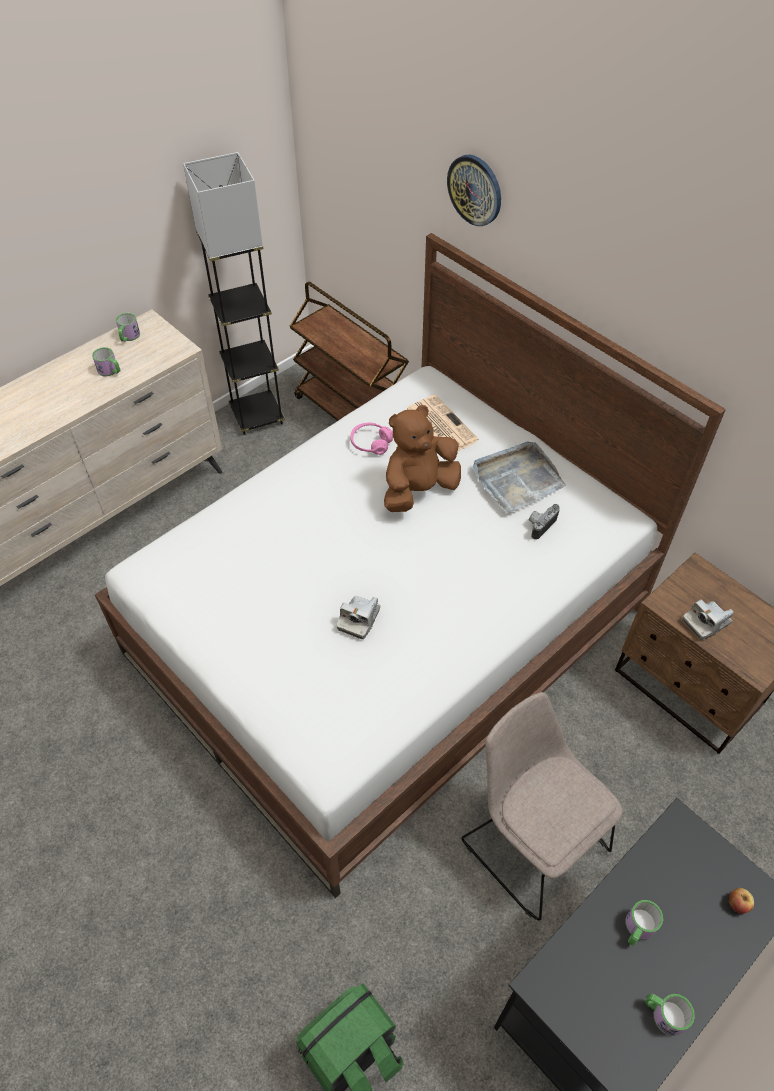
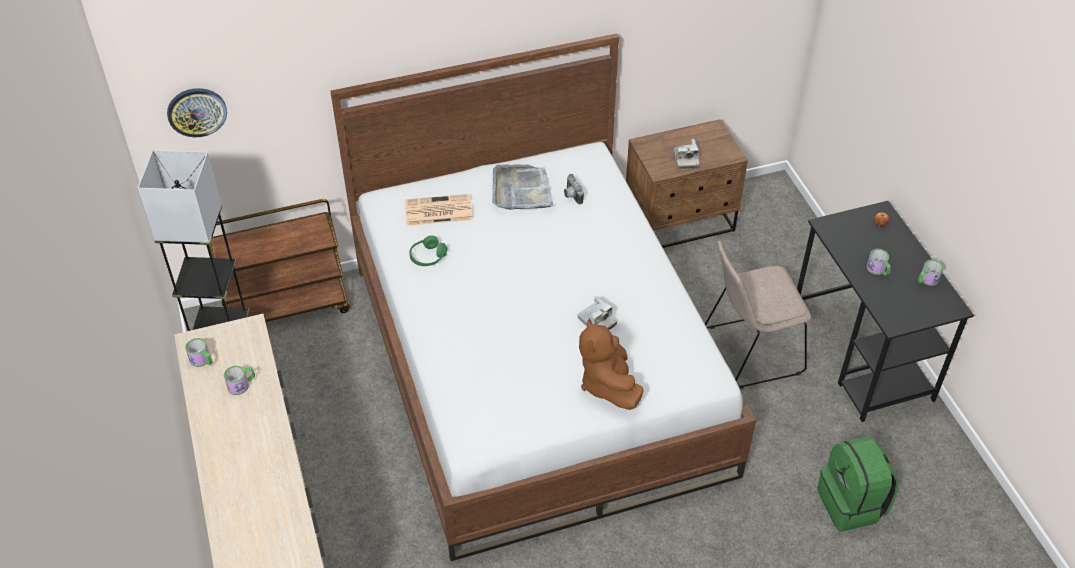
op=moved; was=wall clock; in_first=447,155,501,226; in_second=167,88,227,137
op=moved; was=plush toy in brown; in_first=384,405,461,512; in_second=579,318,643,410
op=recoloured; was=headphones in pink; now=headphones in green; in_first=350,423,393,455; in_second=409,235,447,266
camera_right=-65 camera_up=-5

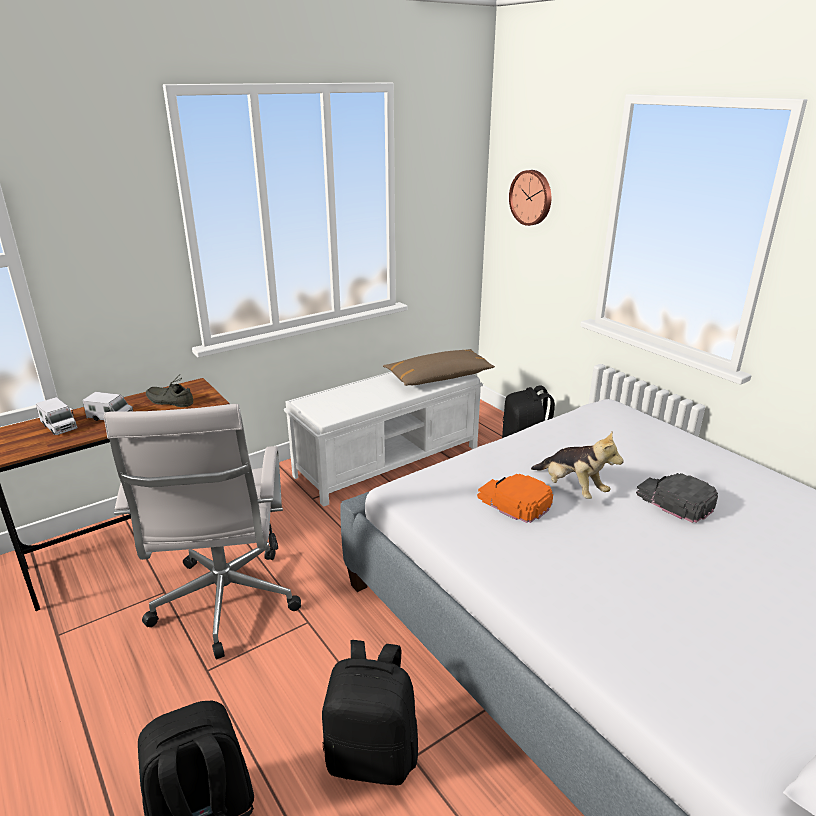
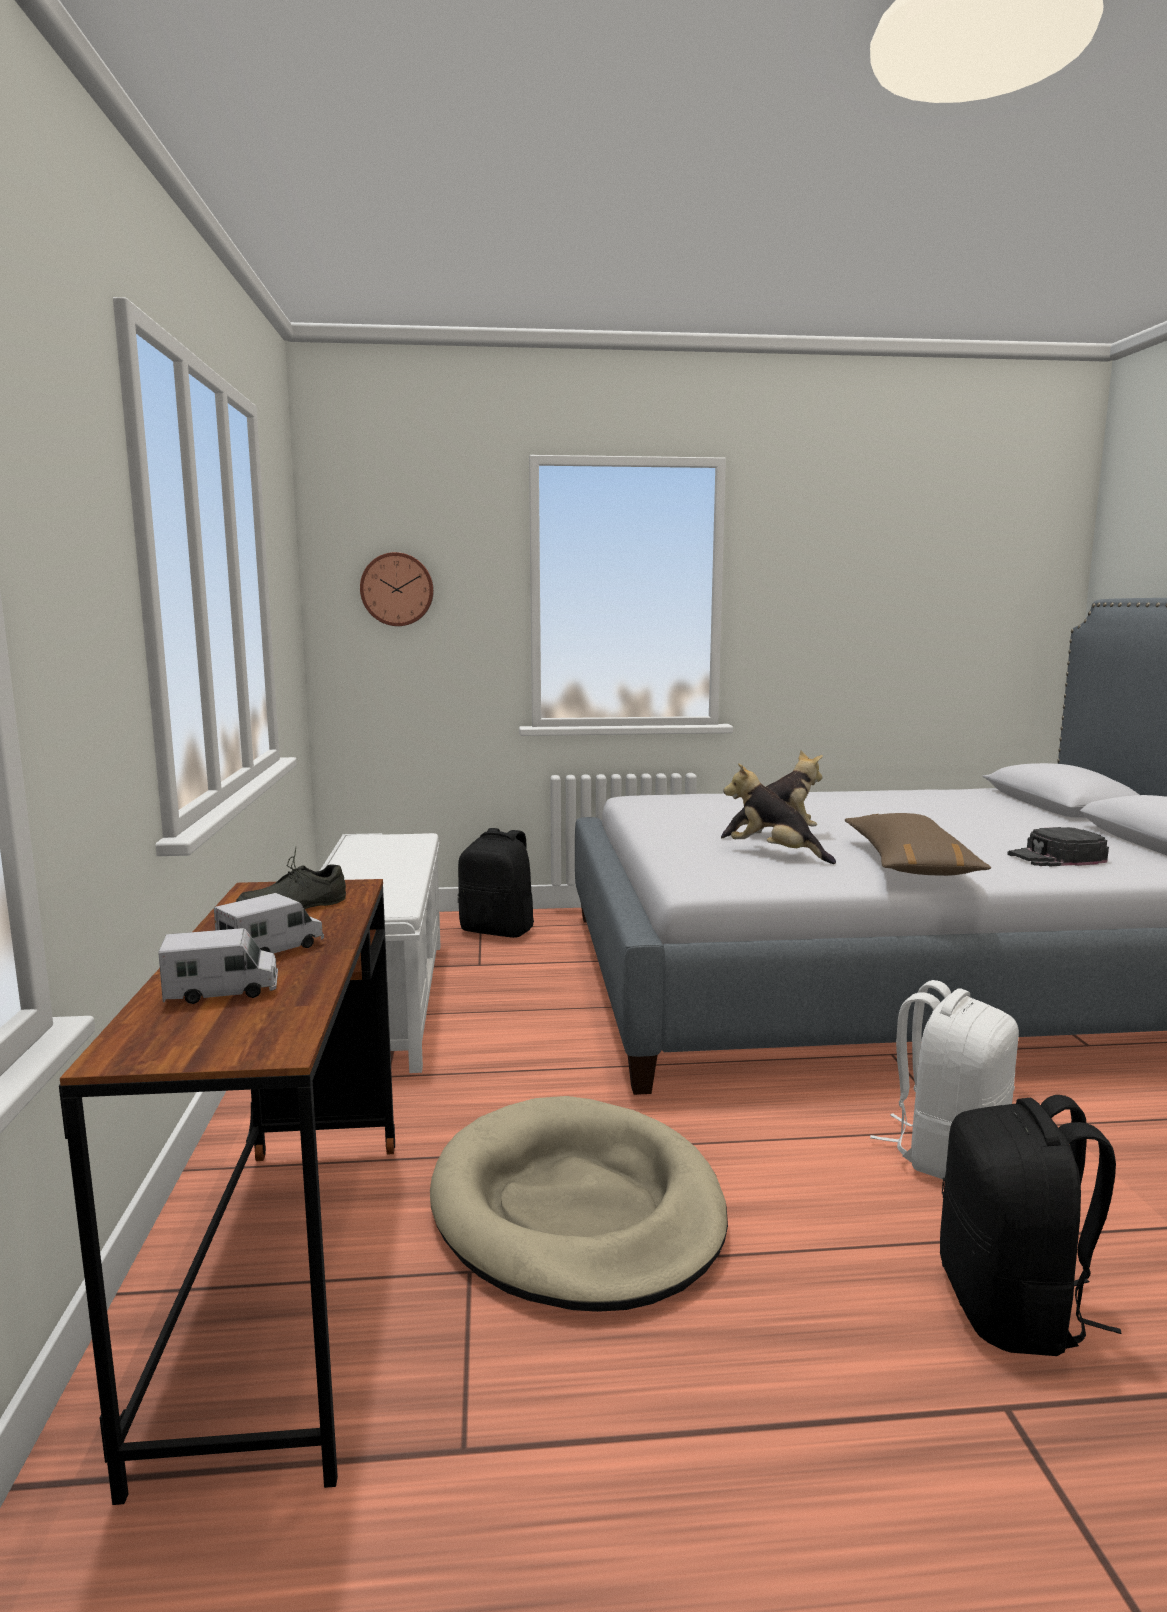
op=moved; was=pillow in brown; in_first=383,349,495,386; in_second=845,813,991,876
op=replaced; was=office chair in white; now=dog bed in beige; in_first=104,404,301,659; in_second=430,1096,728,1312
op=moved; was=cap in black; in_first=636,473,718,523; in_second=1007,827,1109,867
op=replaced; was=cap in orange; now=plush toy; in_first=477,474,553,523; in_second=723,763,836,864
op=recoloured; was=backpack in black; now=backpack in white; in_first=322,640,418,785; in_second=870,980,1019,1179
camera_right=-60 camera_up=-15

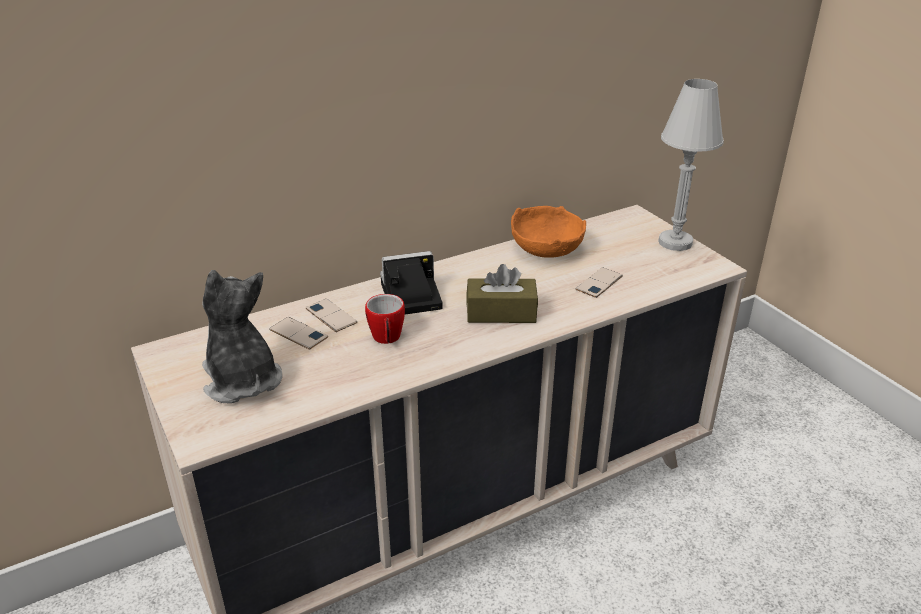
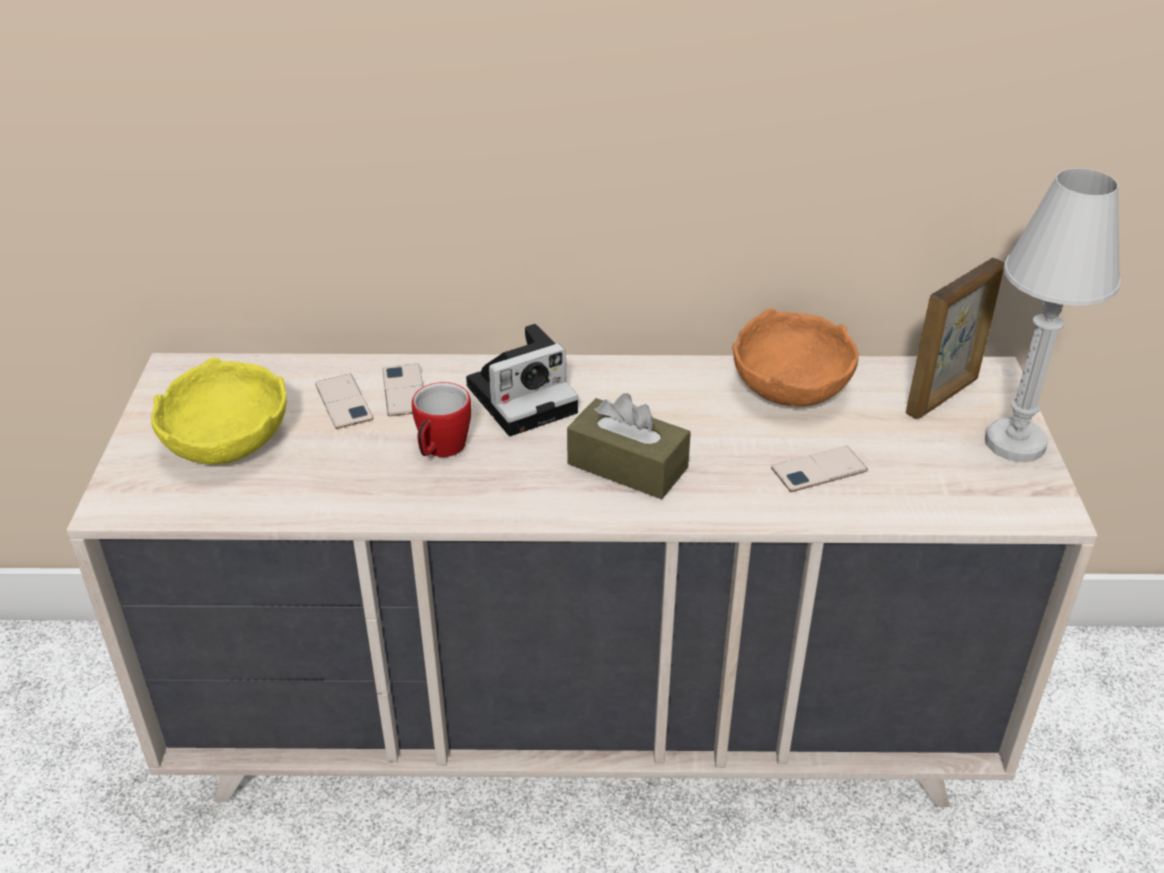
op=turned; was=photo camera; in_first=380,251,443,314; in_second=466,324,579,436; clockwise=135
op=replaced; was=plush toy; now=bowl in yellow; in_first=202,270,282,404; in_second=151,358,287,465
op=added; now=picture frame; in_second=906,258,1004,419
camera_right=30 camera_up=5

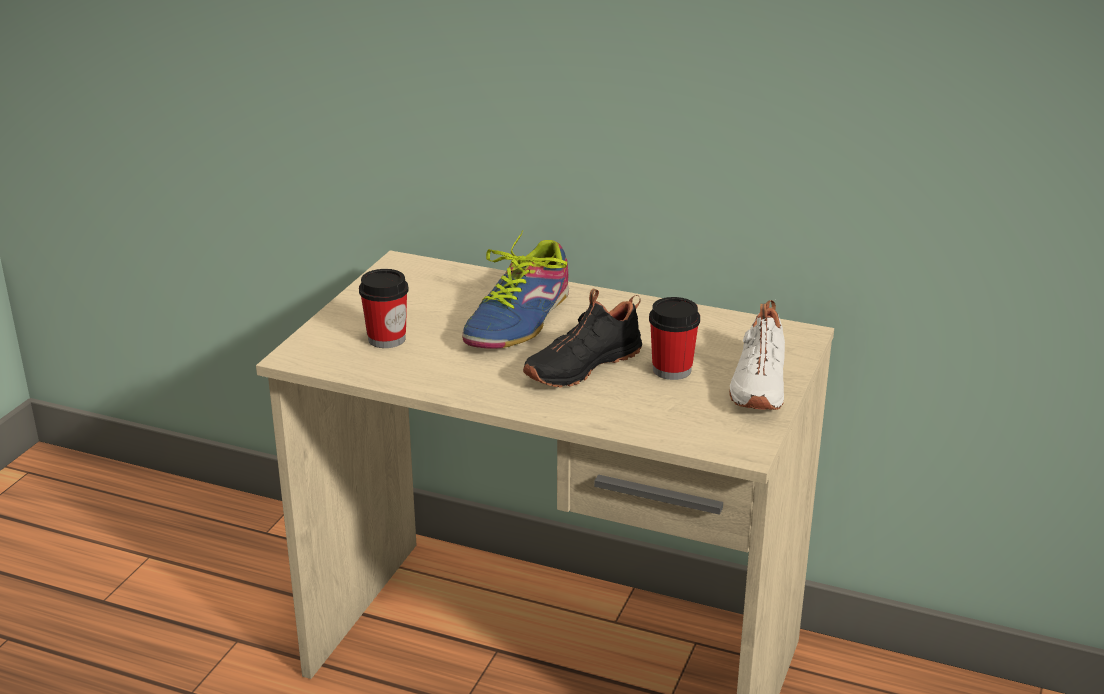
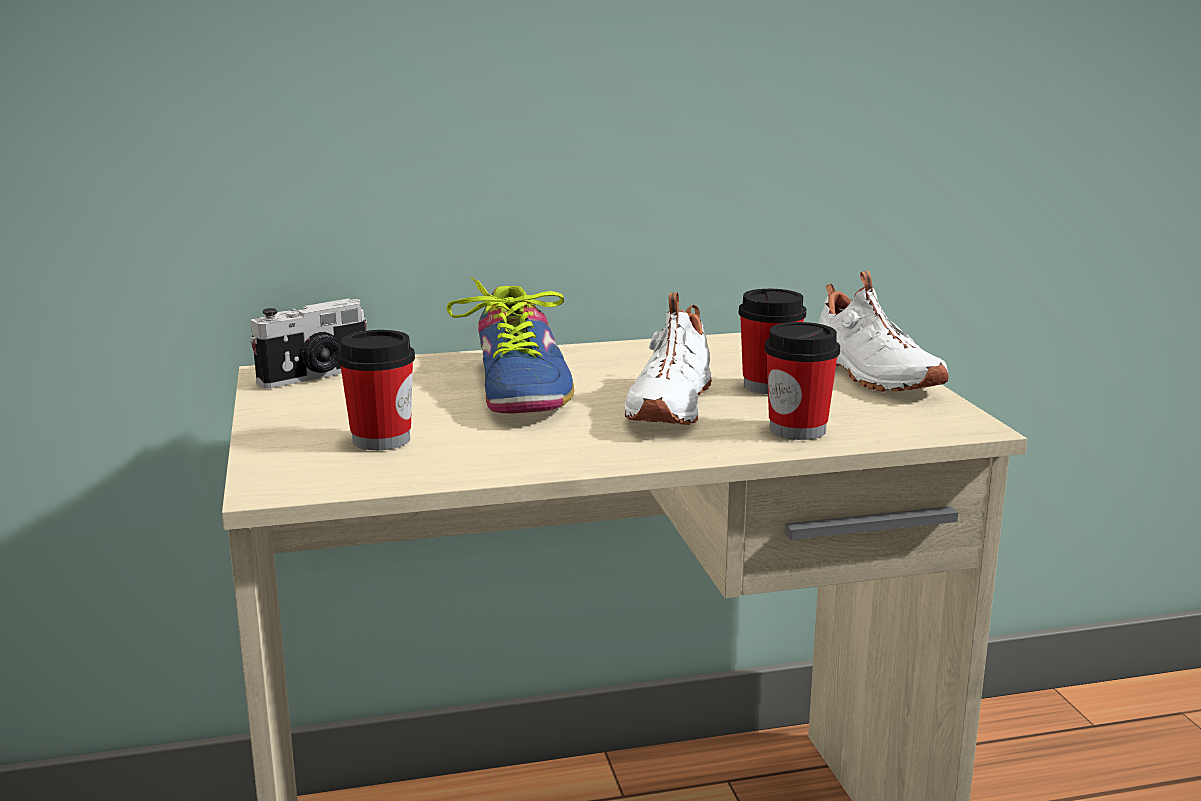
op=recoloured; was=shoe in black; now=shoe in white; in_first=523,288,642,388; in_second=625,292,712,425
op=added; now=photo camera; in_second=250,298,367,389
op=added; now=cup; in_second=765,322,840,440
camera_right=-35 camera_up=-10

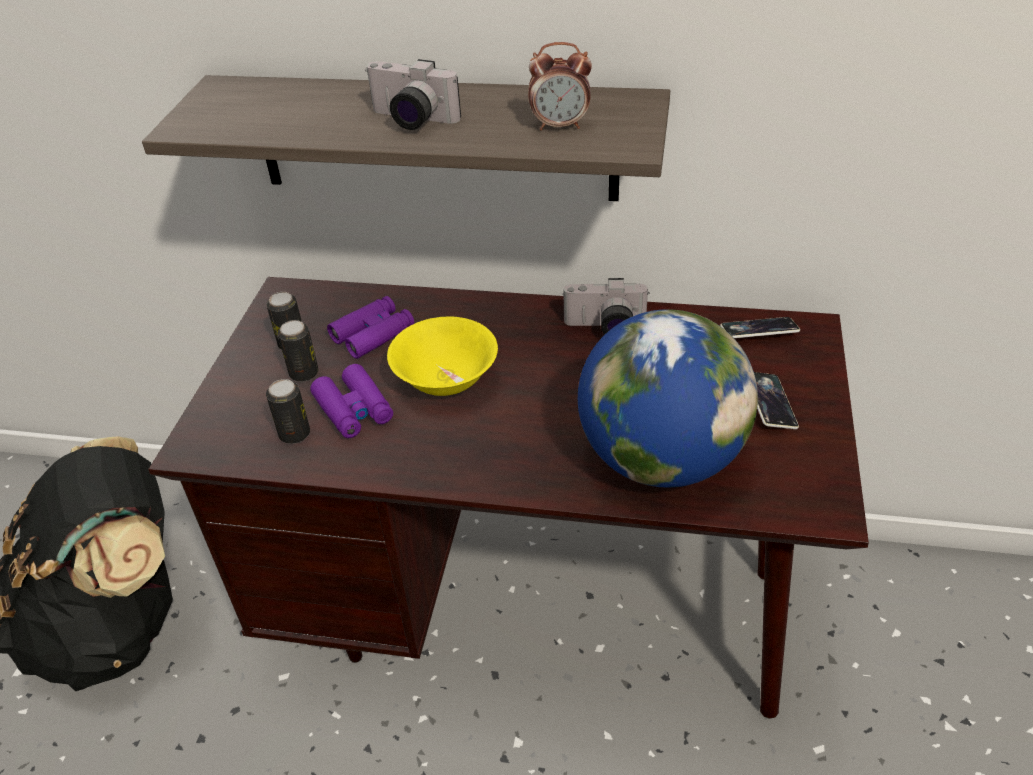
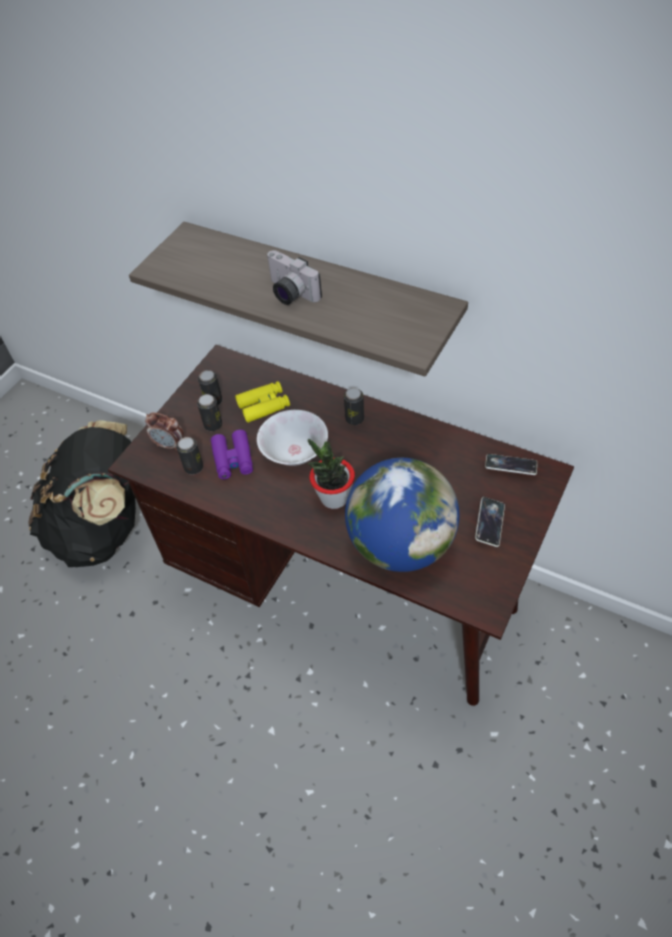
op=moved; was=alarm clock; in_first=528,42,592,130; in_second=145,413,183,451
op=removed; was=photo camera; in_first=562,278,650,335
op=recoloured; was=binoculars in purple; now=binoculars in yellow; in_first=327,296,414,359; in_second=235,381,290,423
op=recoloured; was=bowl in yellow; now=bowl in white; in_first=387,316,498,396; in_second=257,410,328,466
op=added; now=can; in_second=344,388,364,425
op=added; now=potted plant; in_second=308,438,355,509
camera_right=20 camera_up=10

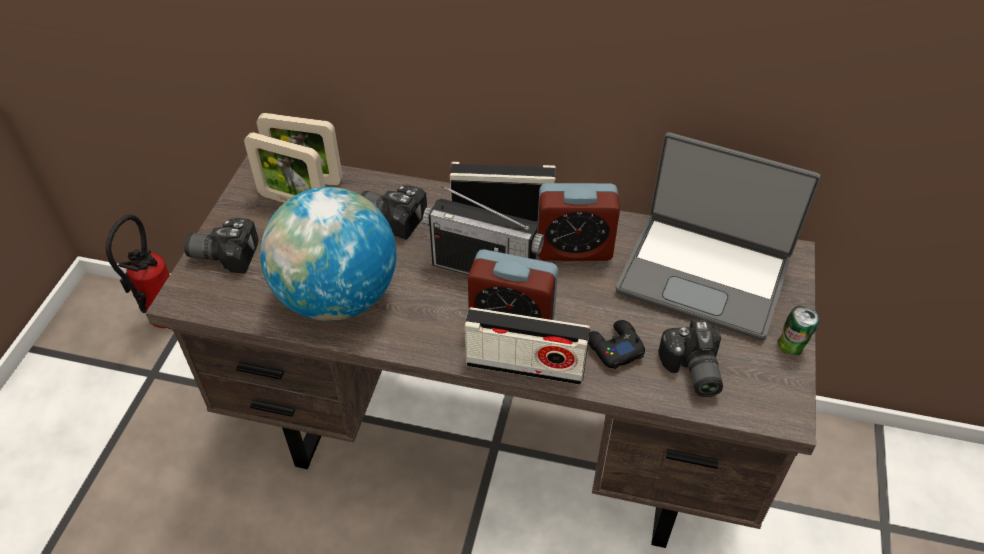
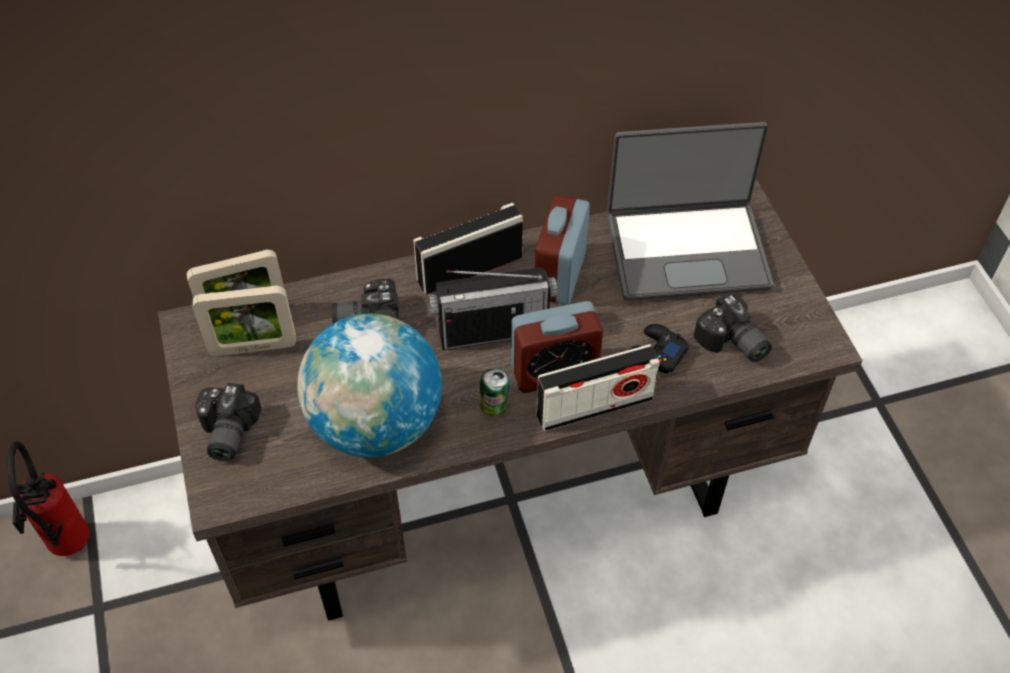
op=turned; was=alarm clock; in_first=537,183,620,261; in_second=535,195,590,305; clockwise=135
op=turned; was=photo camera; in_first=184,218,259,274; in_second=195,383,261,462; clockwise=-60
op=moved; was=can; in_first=777,306,819,355; in_second=480,368,510,416
camera_right=-30 camera_up=5

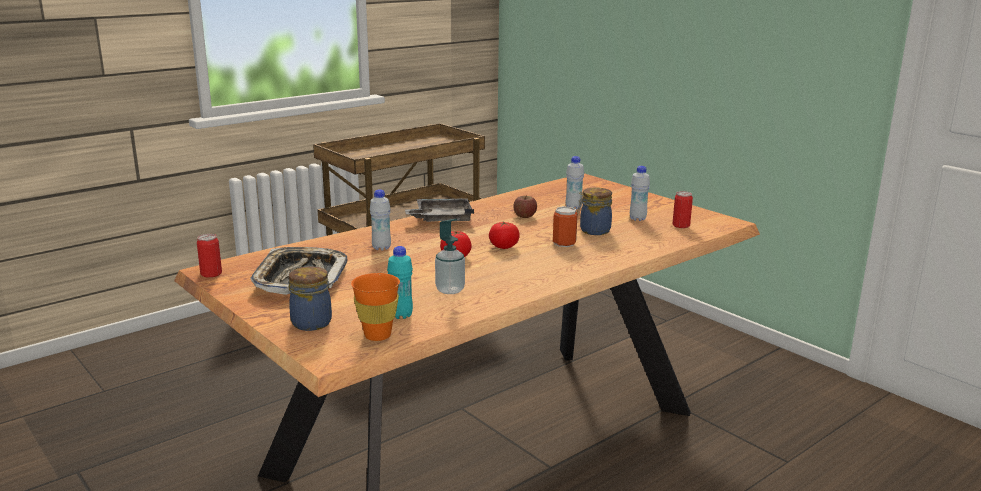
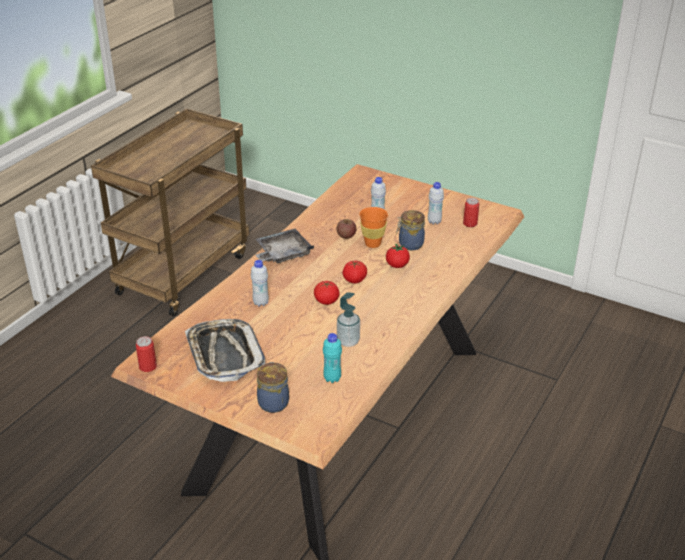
op=replaced; was=can; now=tomato; in_first=553,206,578,247; in_second=386,244,410,268
op=moved; was=cup in orange; in_first=351,273,400,341; in_second=359,207,388,248
camera_right=-20 camera_up=15

